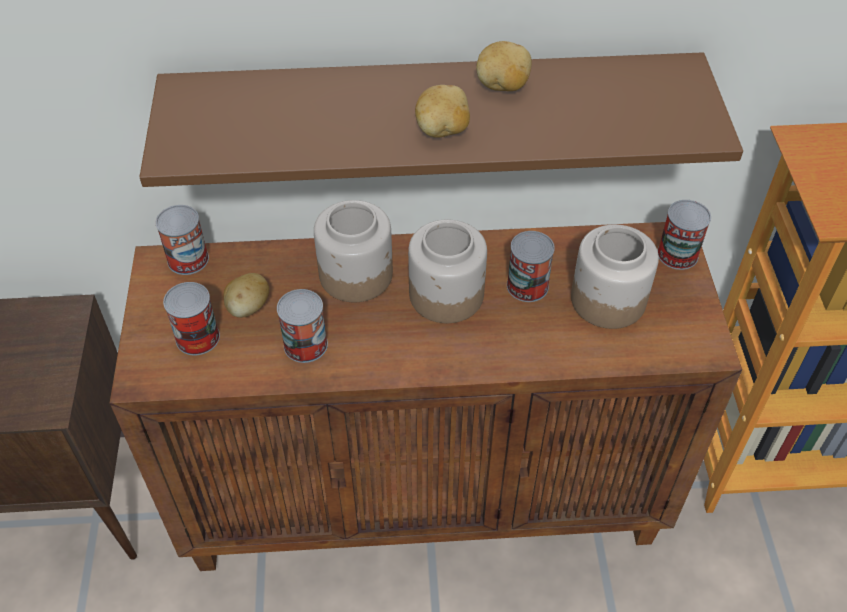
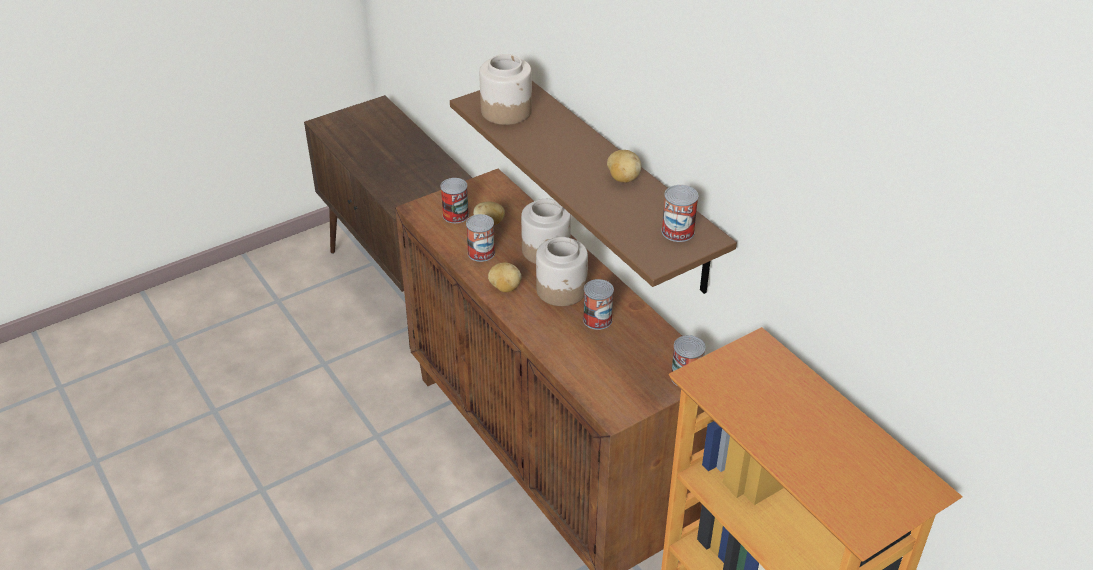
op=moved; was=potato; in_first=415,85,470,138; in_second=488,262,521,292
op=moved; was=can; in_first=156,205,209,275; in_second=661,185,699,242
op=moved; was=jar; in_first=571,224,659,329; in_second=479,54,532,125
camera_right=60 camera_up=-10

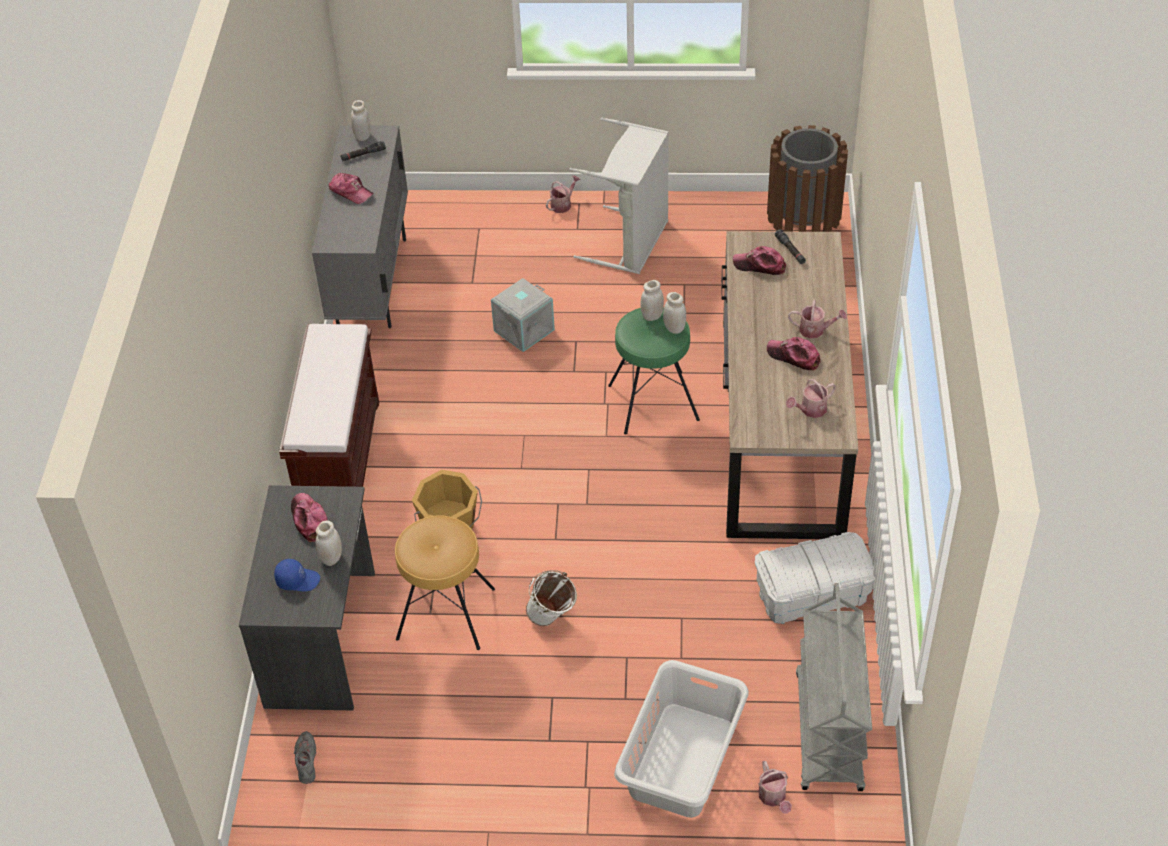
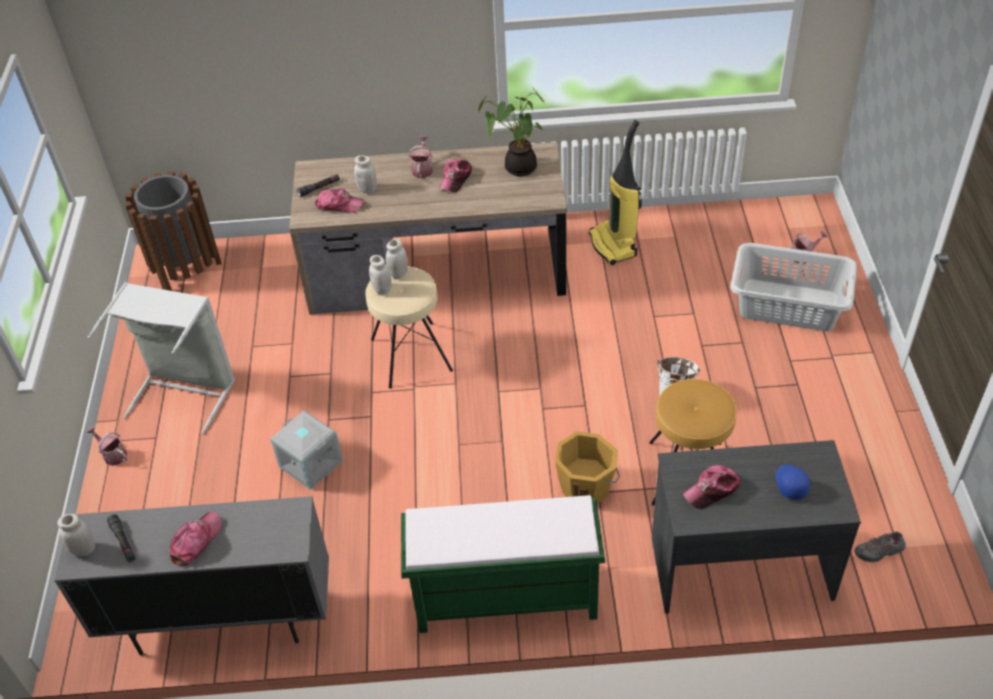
op=turned; was=cap; in_first=733,246,786,275; in_second=315,188,364,213; clockwise=-90
op=recoloured; was=stool in green; now=stool in beige; in_first=608,308,700,435; in_second=365,266,453,389
op=recoloured; was=bench in brown; now=bench in green; in_first=279,324,379,487; in_second=401,495,605,633
op=replaced; was=watering can; now=potted plant; in_first=786,379,836,418; in_second=478,88,544,176
op=moved; was=jar in white; in_first=316,520,342,566; in_second=354,155,377,194
op=replaced; was=storage box in white; now=vacuum cleaner; in_first=755,532,875,624; in_second=589,120,642,265
op=removed; was=cart in grey; in_first=796,583,872,791
camera_right=-95 camera_up=0

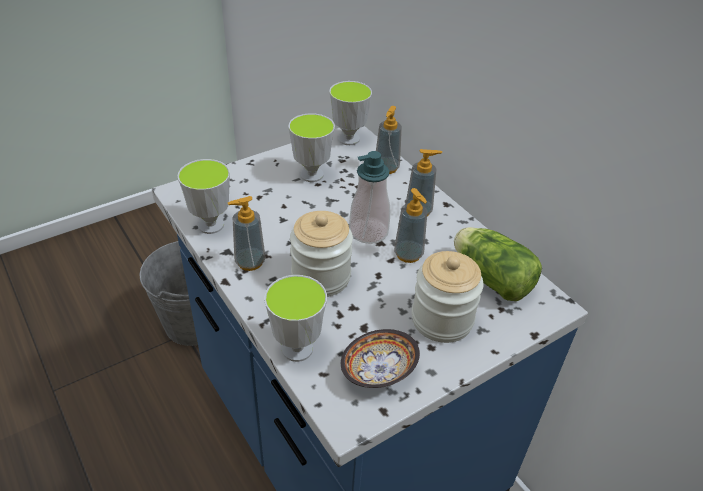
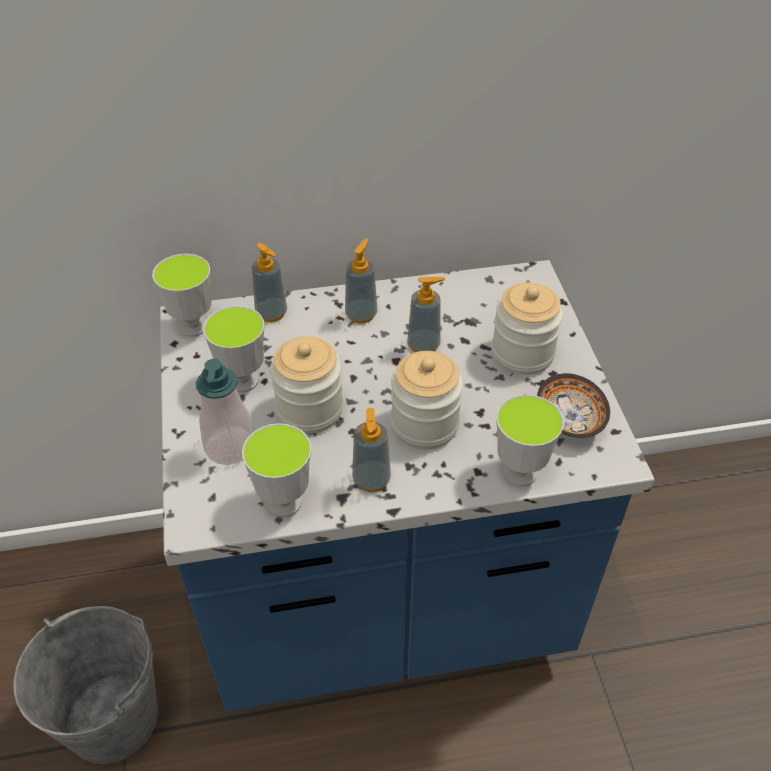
op=moved; was=soap dispenser; in_first=349,151,390,244; in_second=196,359,253,465
op=removed; was=lettuce; in_first=454,227,542,301
op=added; now=jar; in_second=270,336,343,434
camera_right=-65 camera_up=5

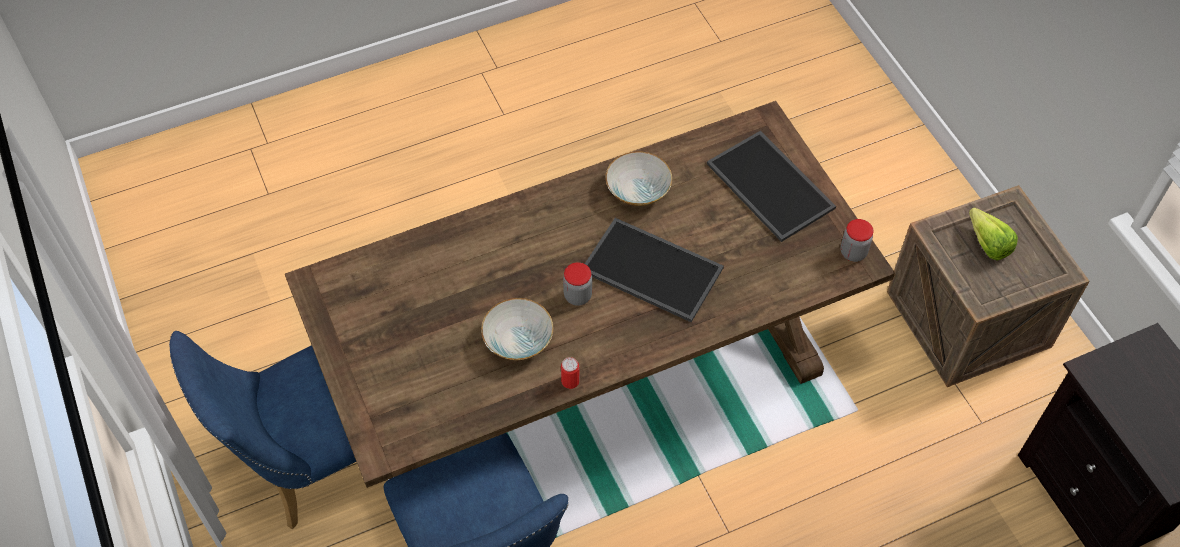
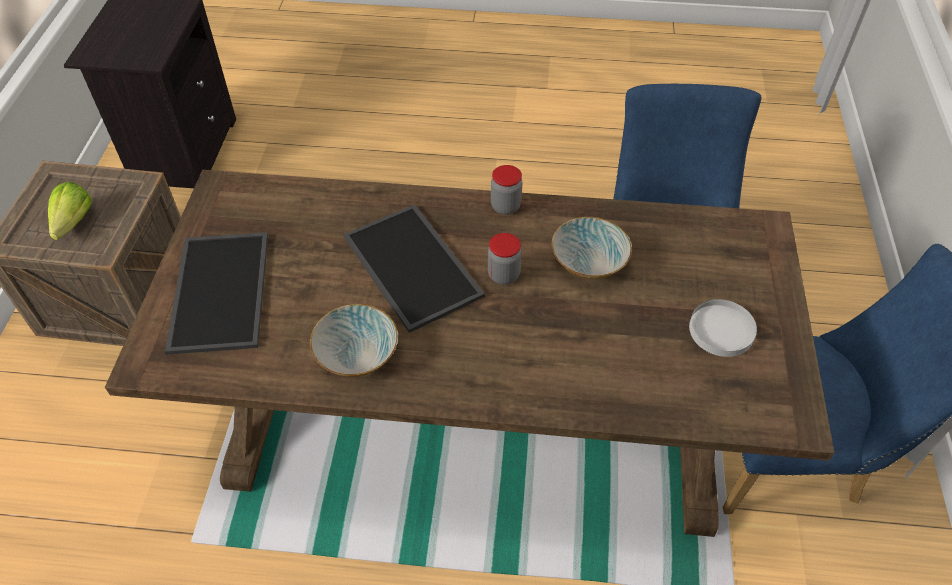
op=moved; was=jar; in_first=840,219,873,262; in_second=491,165,522,215
op=removed; was=can; in_first=561,357,580,389
op=added; now=plate in white; in_second=689,299,757,357
camera_right=-150 camera_up=-5

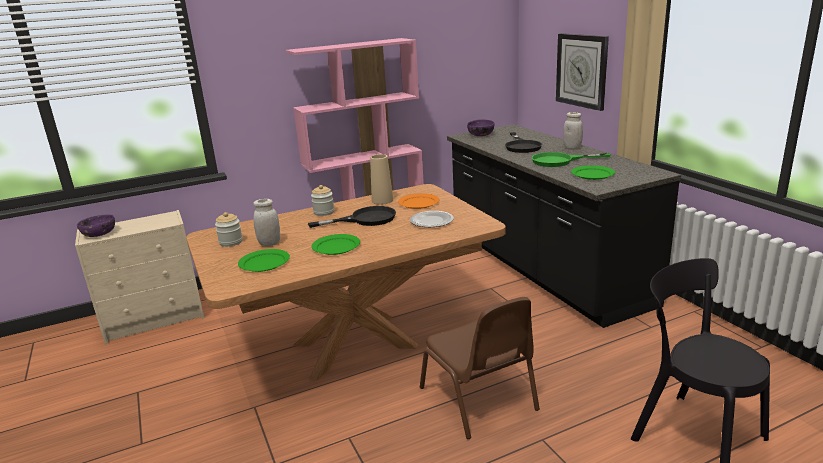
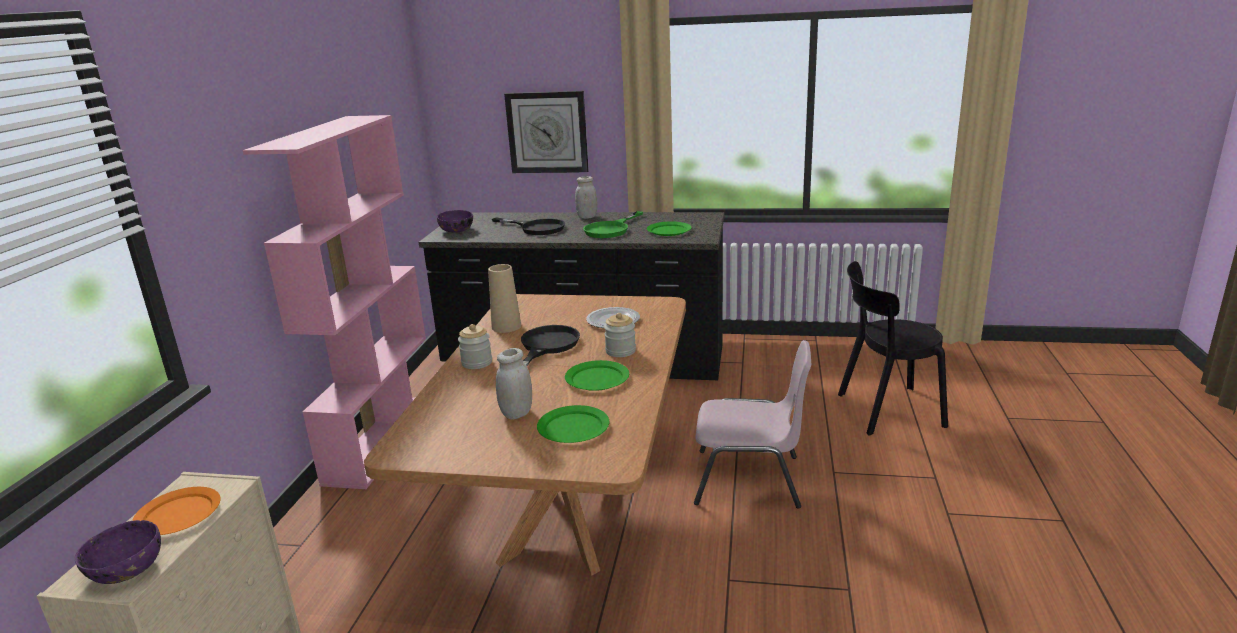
op=moved; was=plate in orange; in_first=398,193,440,209; in_second=132,487,221,535
op=moved; was=jar; in_first=215,212,243,247; in_second=604,313,636,357
op=recoloured; was=chair in brown; now=chair in pink; in_first=420,297,540,439; in_second=694,340,811,509
camera_right=-55 camera_up=0

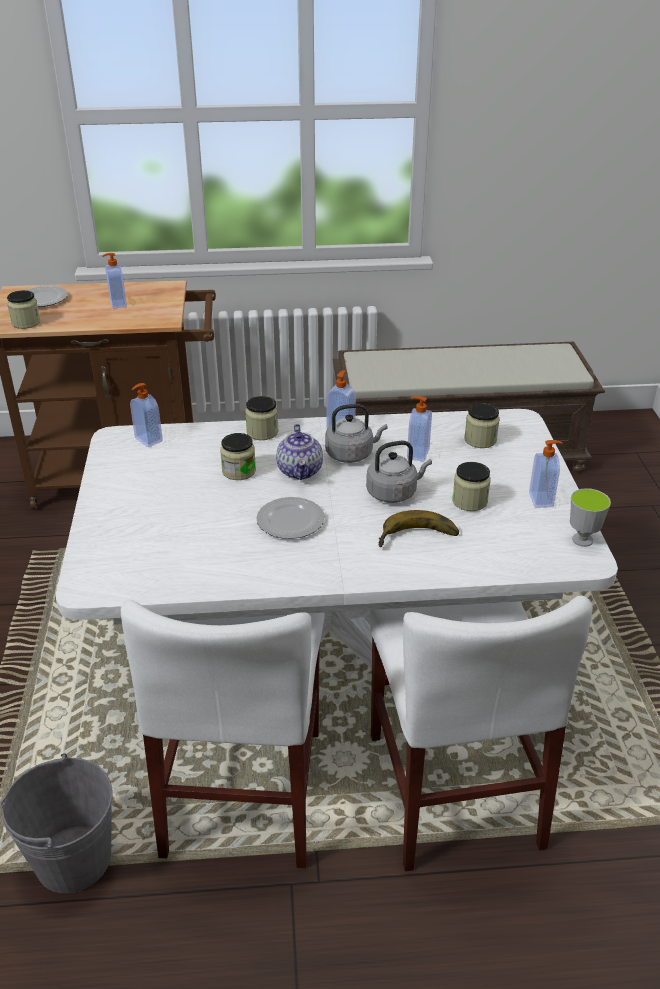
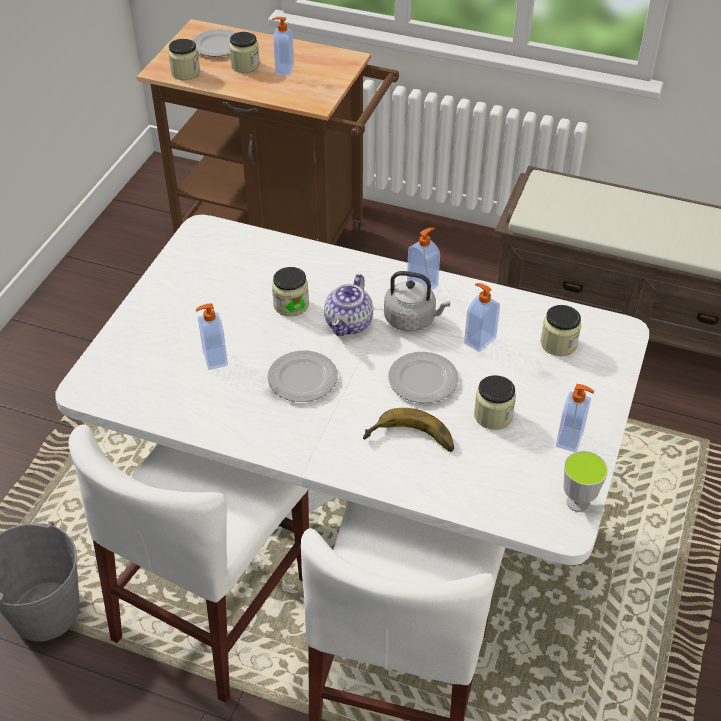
op=moved; was=soap dispenser; in_first=130,383,163,447; in_second=196,303,228,370
op=moved; was=jar; in_first=245,396,279,440; in_second=229,32,260,73
op=replaced; was=kettle in grey; now=plate; in_first=366,441,432,503; in_second=388,352,459,403
camera_right=25 camera_up=10

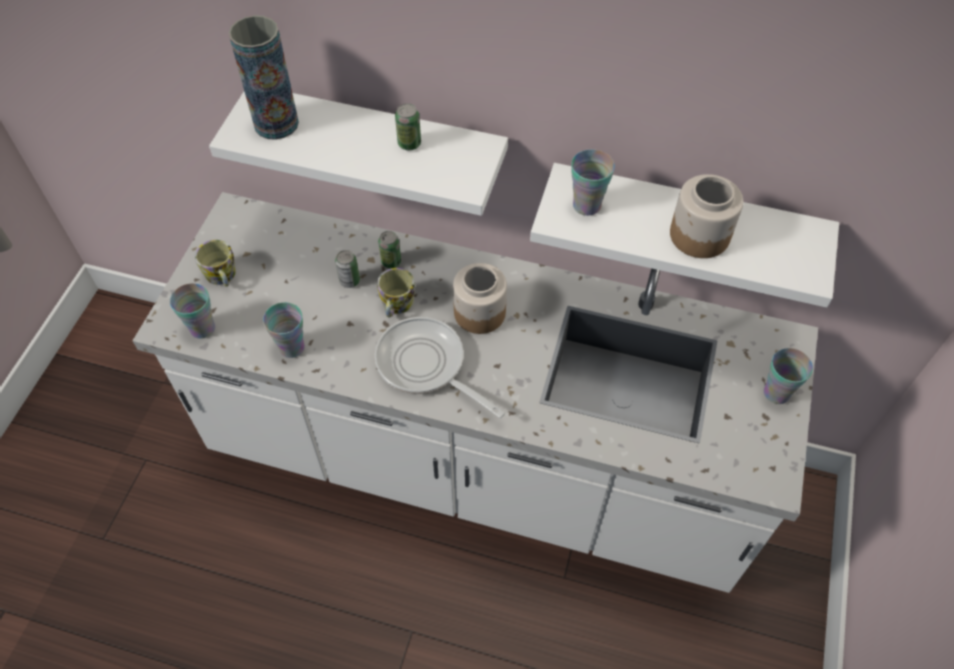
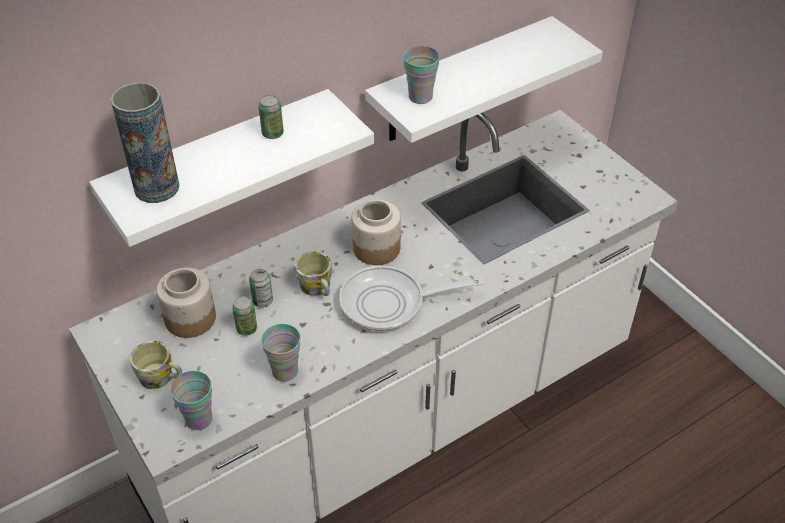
op=moved; was=jar; in_first=670,174,743,258; in_second=156,268,216,338
op=moved; was=can; in_first=378,231,401,269; in_second=232,296,257,336
op=removed; was=cup; in_first=764,348,813,404
camera_right=-50 camera_up=-10

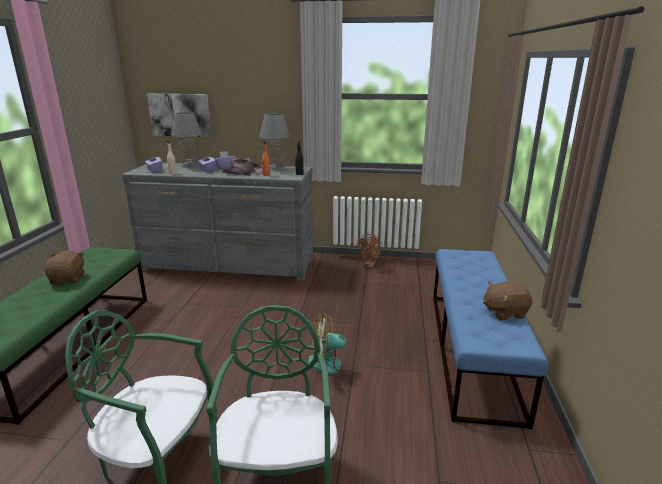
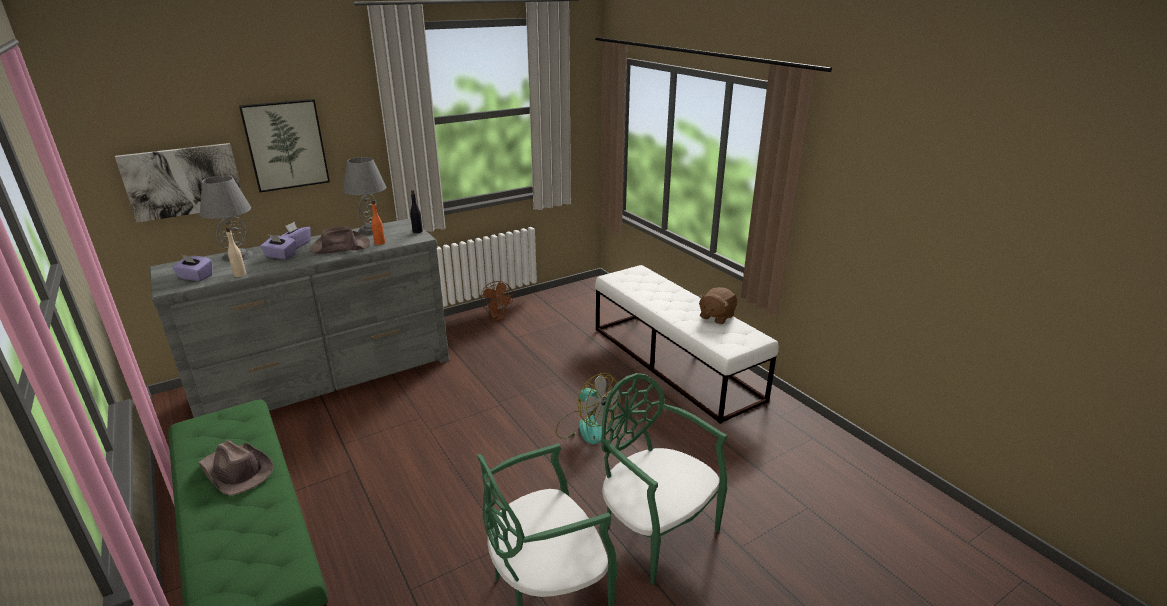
op=recoloured; was=bench in blue; now=bench in white; in_first=433,249,548,430; in_second=595,265,779,424
op=replaced; was=plush toy in brown; now=hat in brown; in_first=45,251,85,284; in_second=198,440,274,496
op=turned; was=fan; in_first=308,314,359,375; in_second=556,373,621,444; clockwise=-90
op=added; now=picture; in_second=239,99,330,192
camera_right=-40 camera_up=5

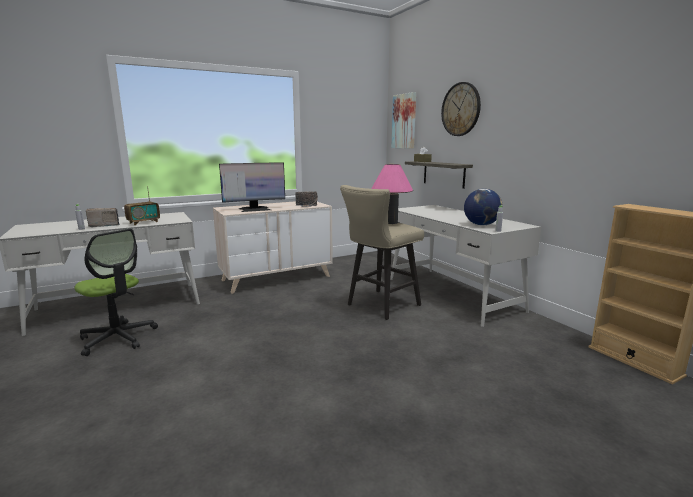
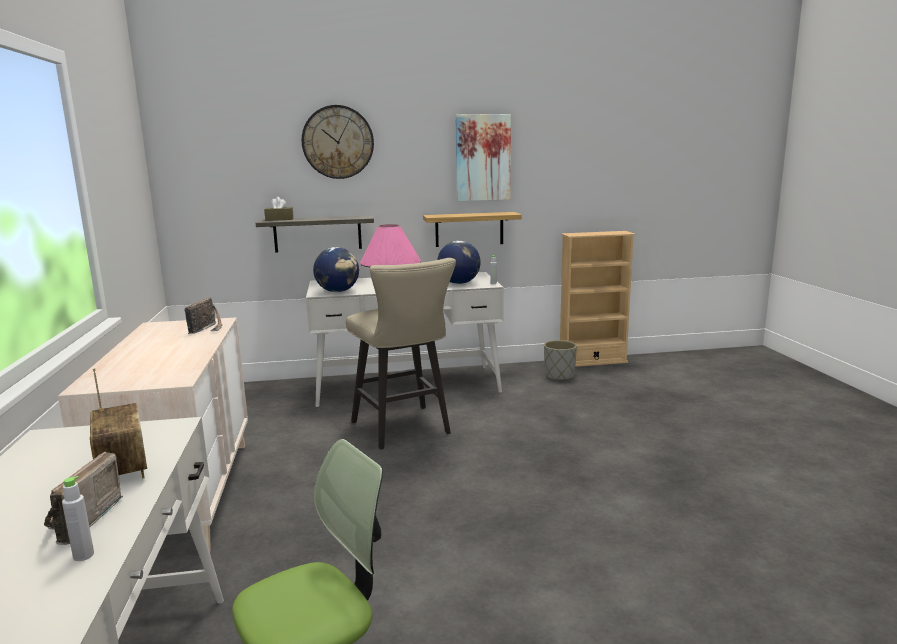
op=moved; was=picture; in_first=391,92,416,149; in_second=455,114,511,201
op=removed; was=monitor; in_first=219,162,285,212
op=added; now=shelf; in_second=423,212,522,247
op=added; now=globe; in_second=313,247,359,293
op=added; now=planter in grey; in_second=544,340,577,380
camera_right=-70 camera_up=0

